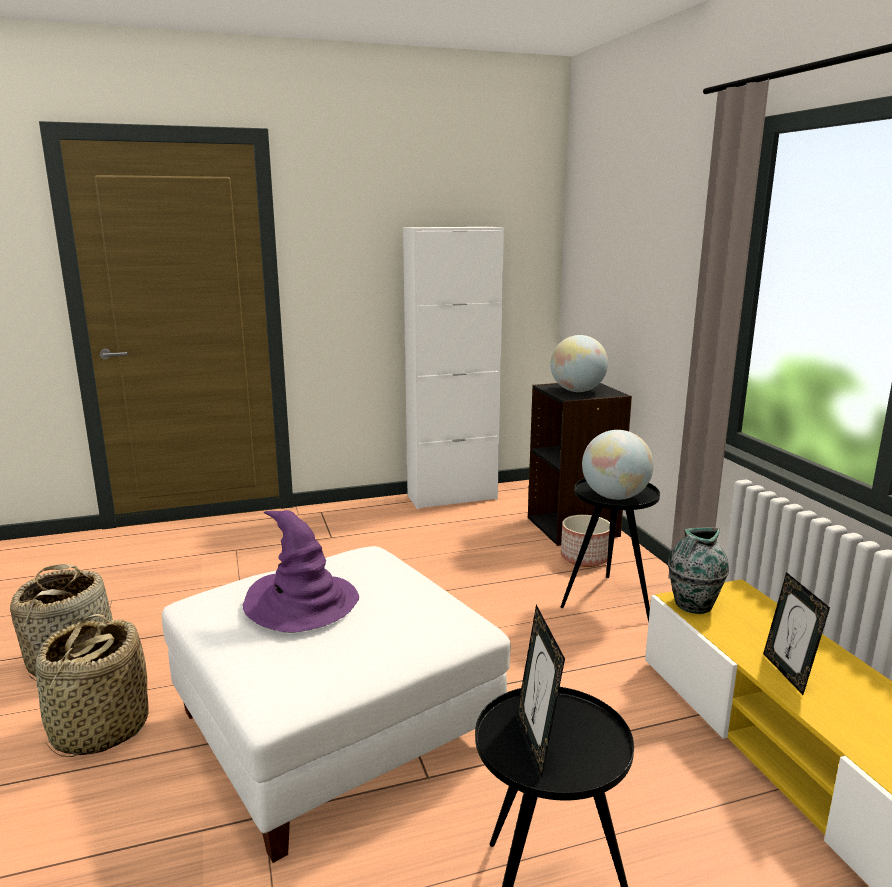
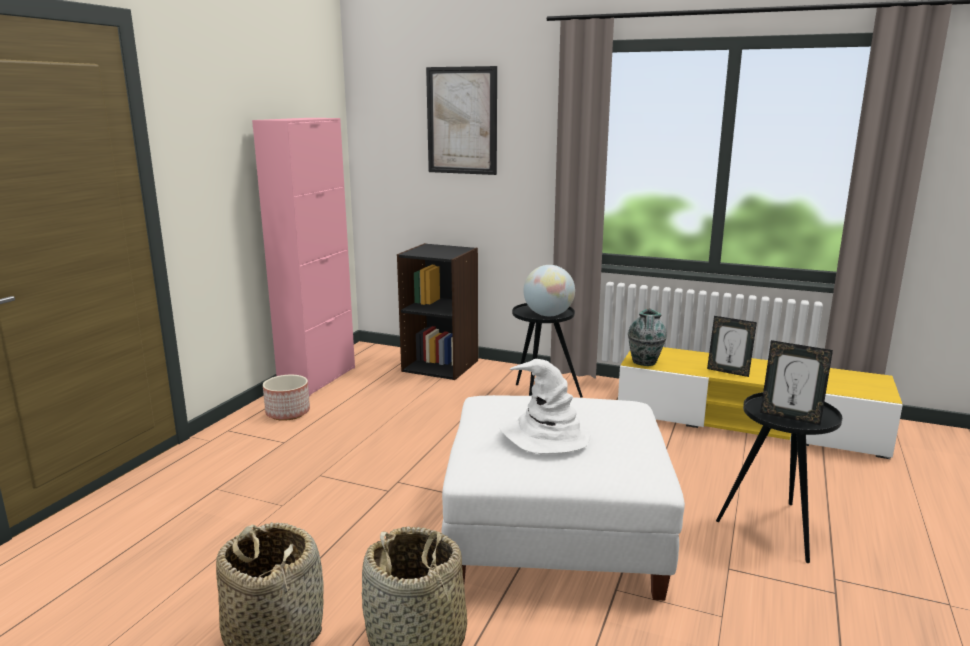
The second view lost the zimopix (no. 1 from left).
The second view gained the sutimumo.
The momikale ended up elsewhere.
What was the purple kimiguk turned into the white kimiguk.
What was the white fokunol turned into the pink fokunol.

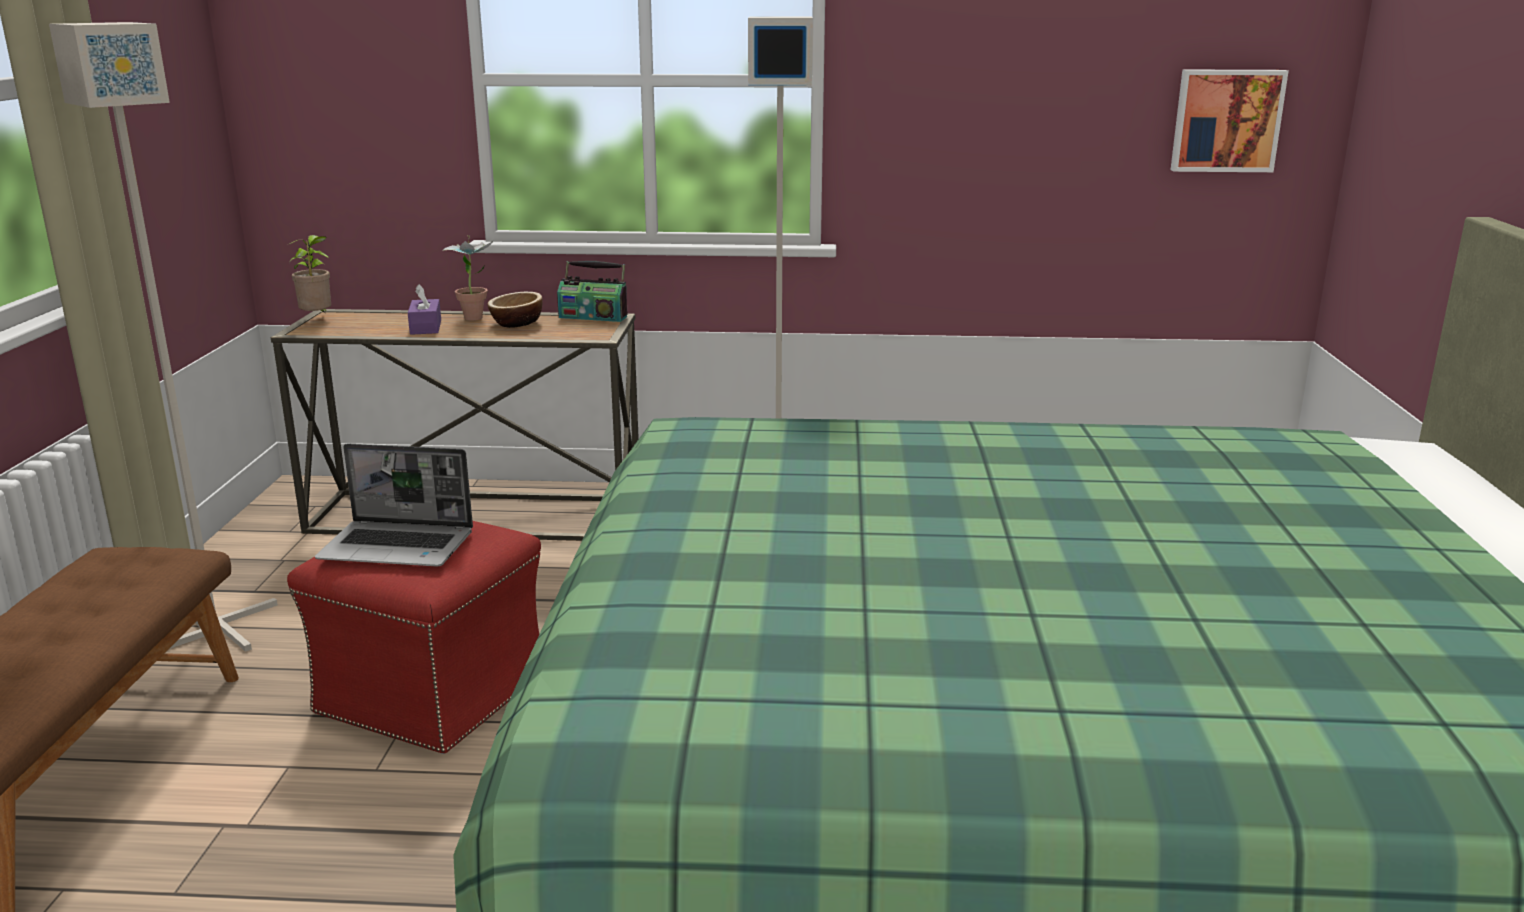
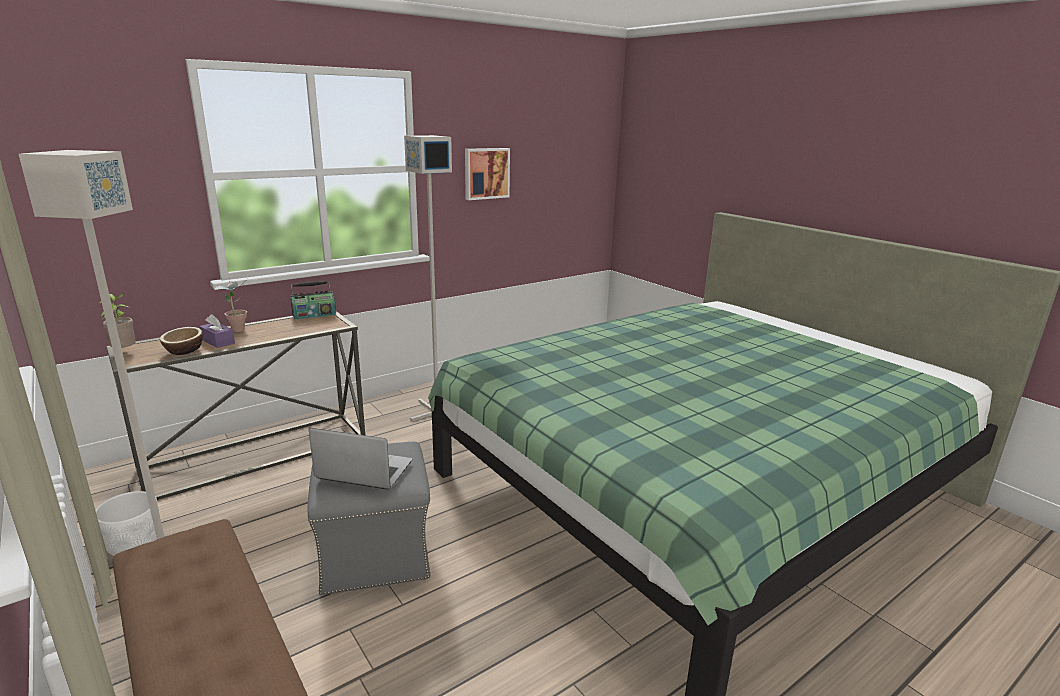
The second view gained the white momikale.
The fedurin ended up elsewhere.
The sutimumo ended up elsewhere.
What was the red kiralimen turned into the grey kiralimen.
The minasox ended up facing another way, 135 degrees counterclockwise from before.

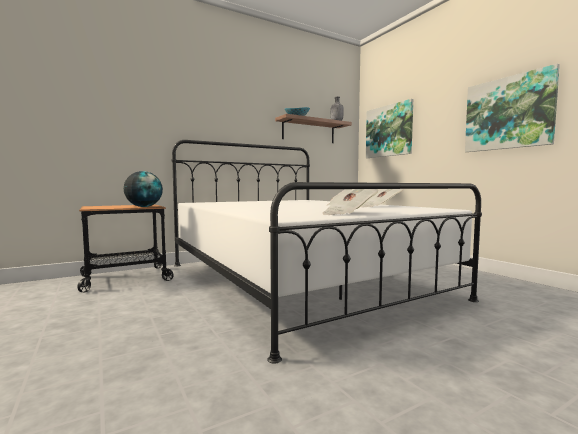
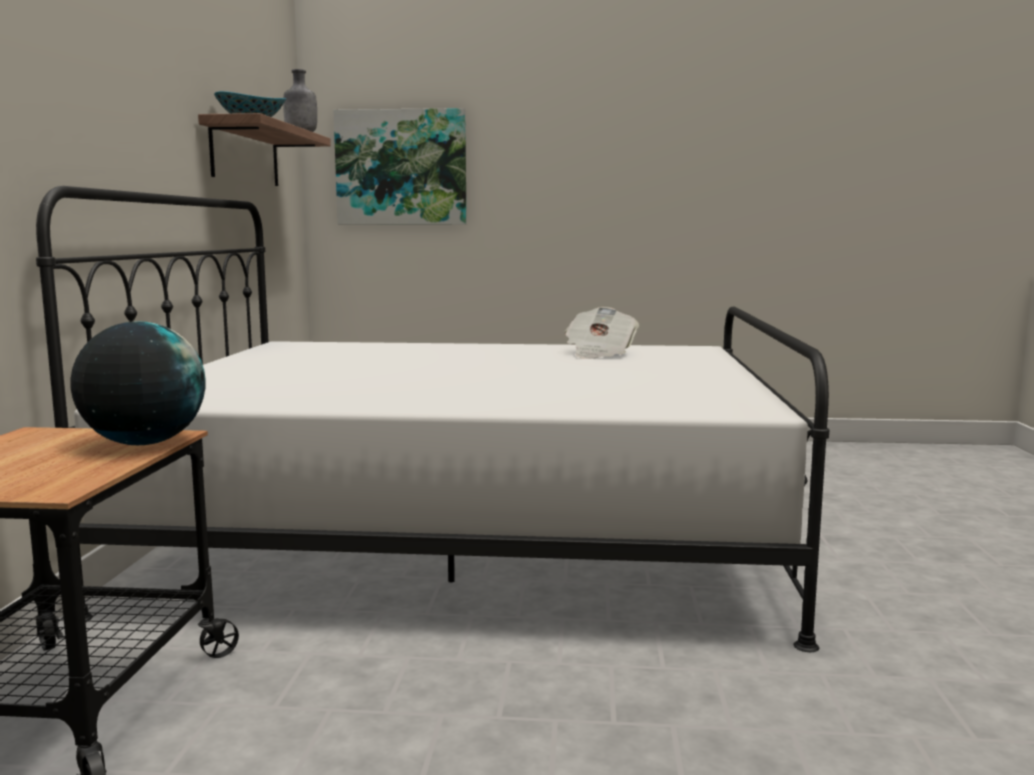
The second view lost the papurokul (no. 1 from left).
The second view lost the sutimumo (no. 2 from left).

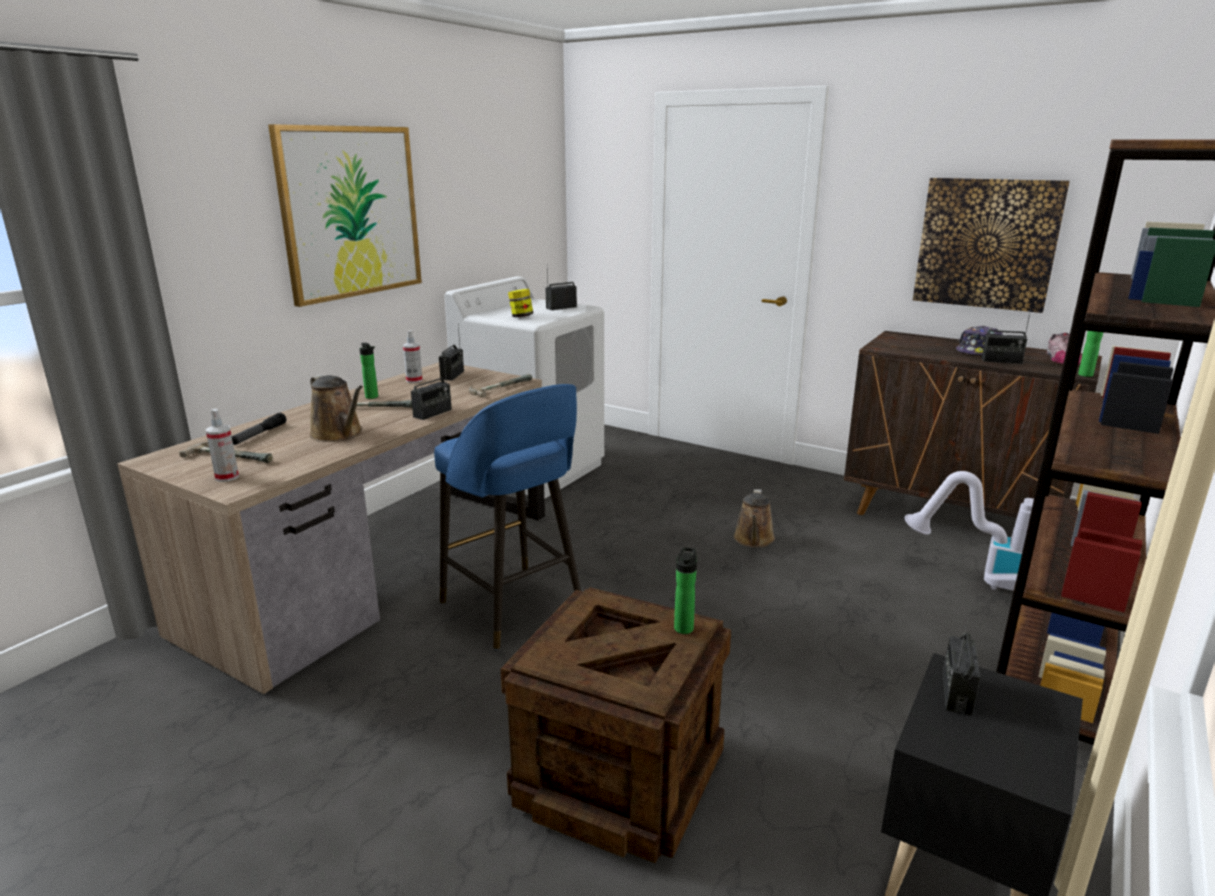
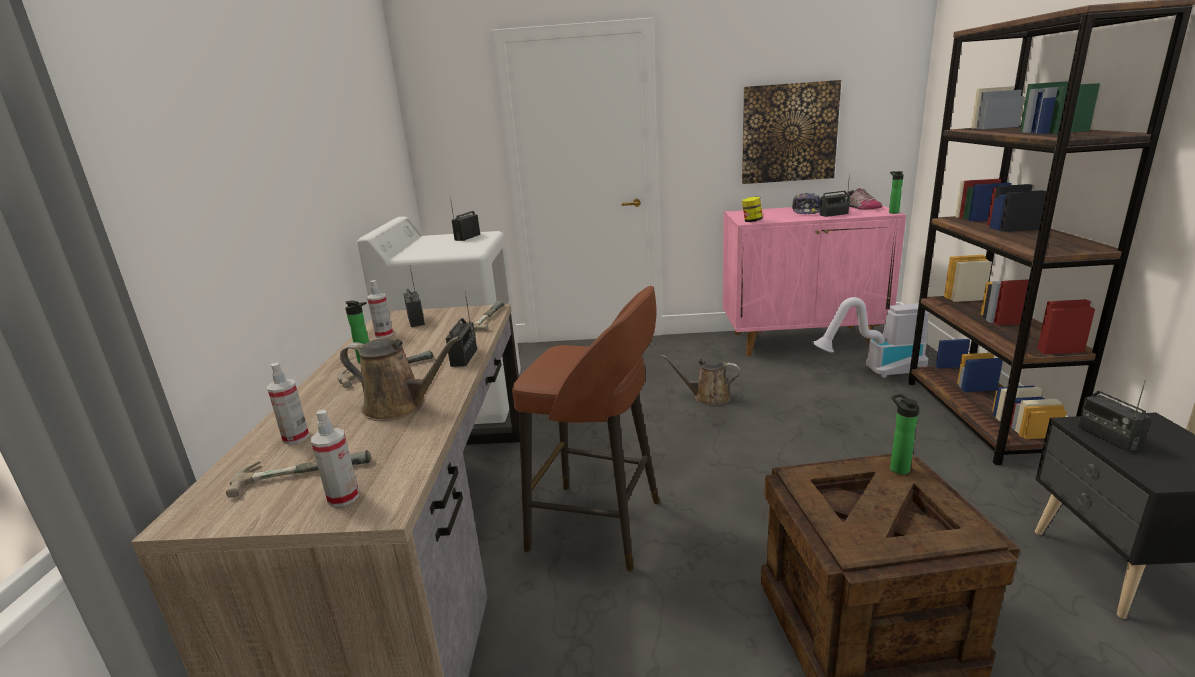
The second view lost the sutimumo (no. 1 from left).
The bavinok ended up elsewhere.
Where the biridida stood, the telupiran (no. 1 from left) came to stand.
What was the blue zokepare turned into the brown zokepare.
What was the brown fokunol turned into the pink fokunol.
The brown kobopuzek (no. 2 from left) ended up facing another way, 120 degrees clockwise from before.

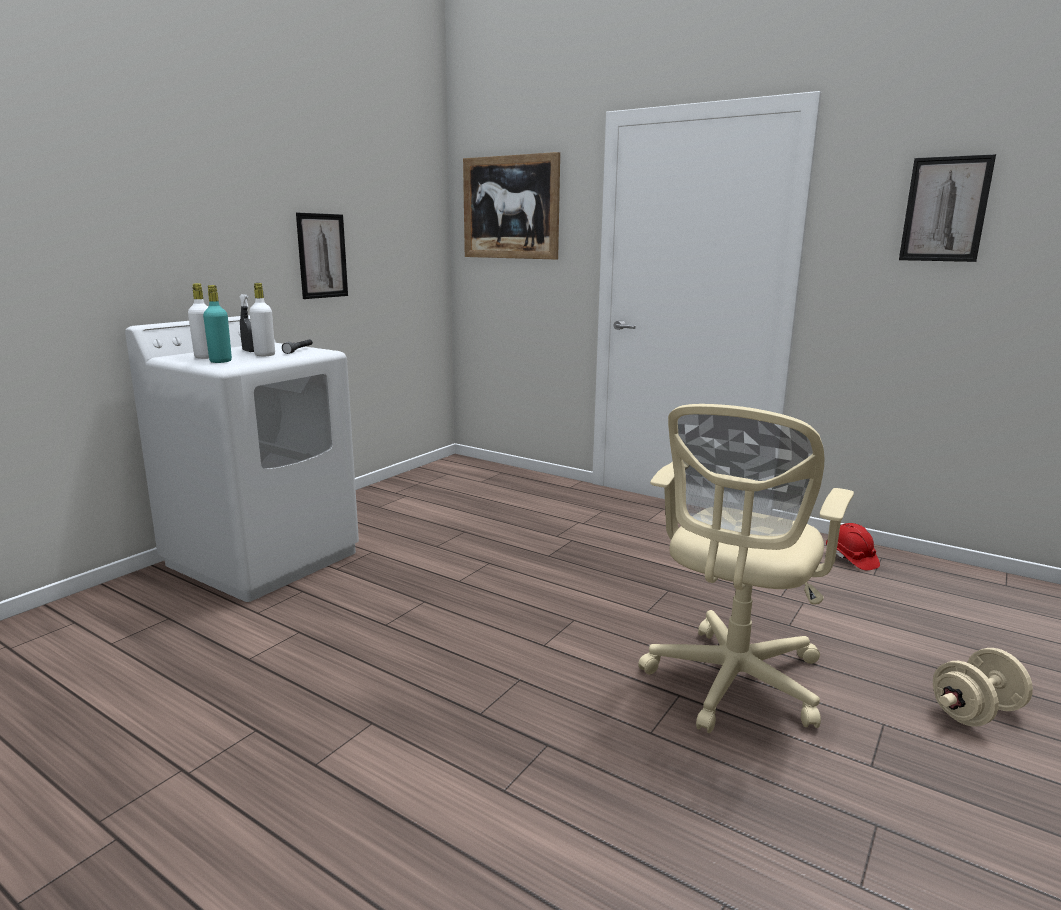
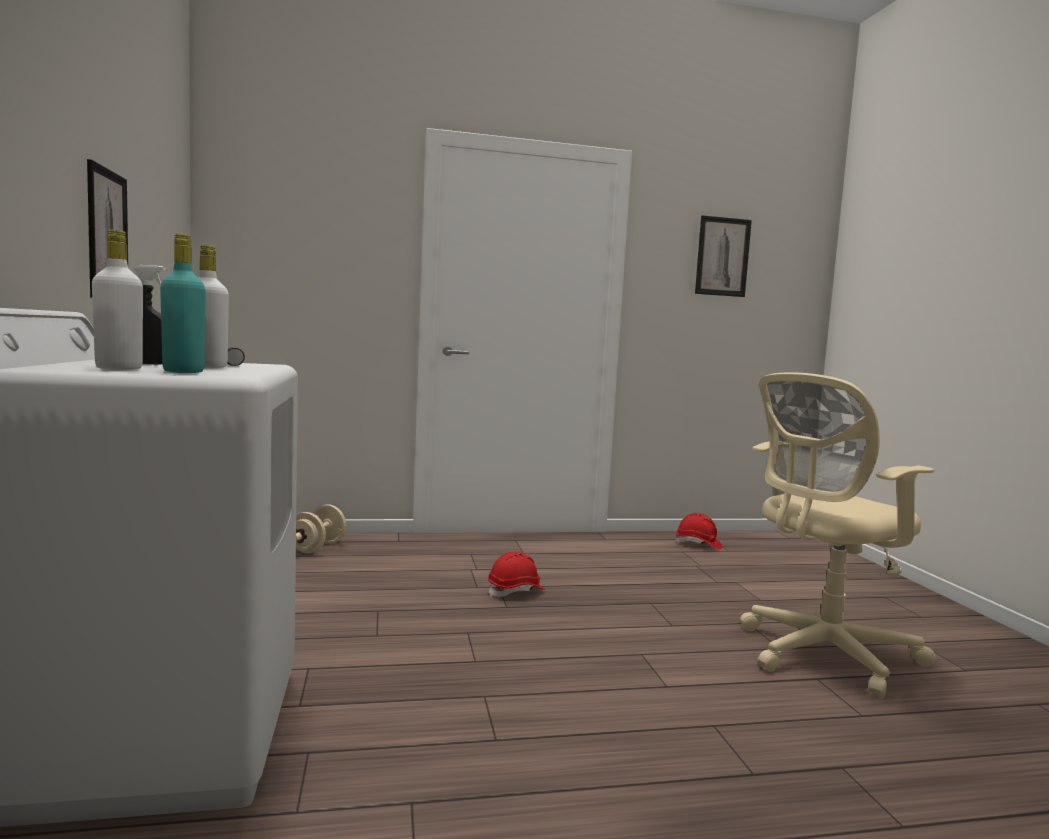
The second view lost the sutimumo (no. 2 from left).
The second view gained the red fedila (no. 1 from left).
The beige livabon ended up elsewhere.
The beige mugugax ended up facing another way, 75 degrees clockwise from before.

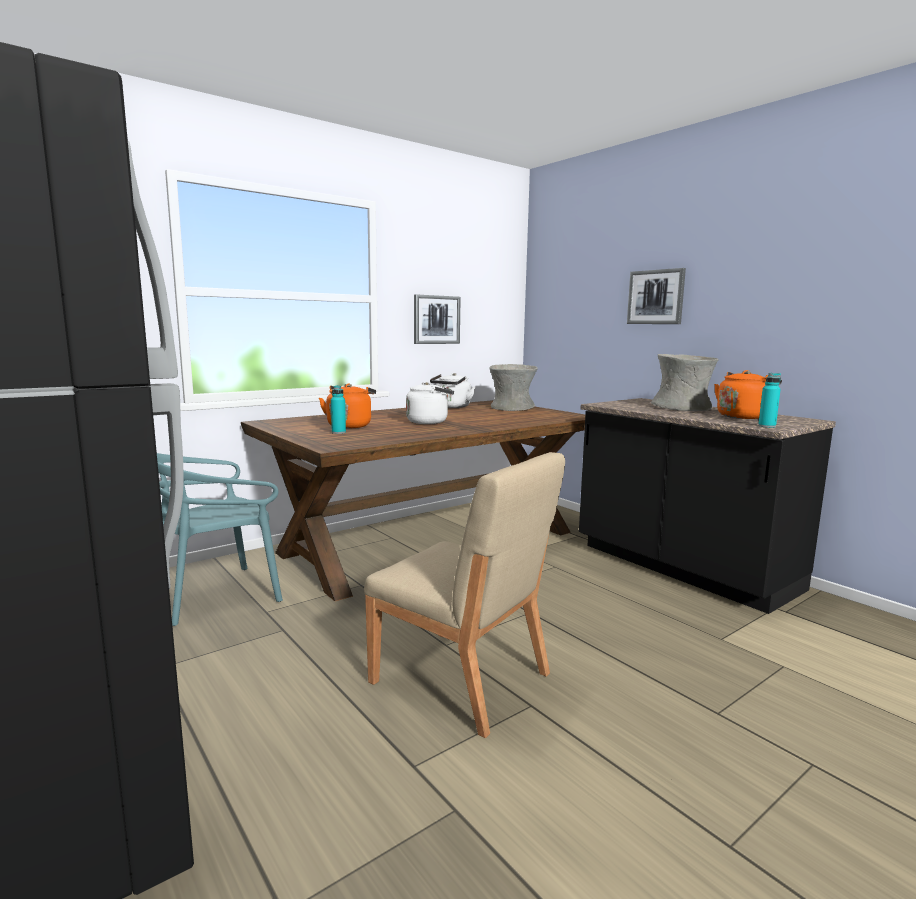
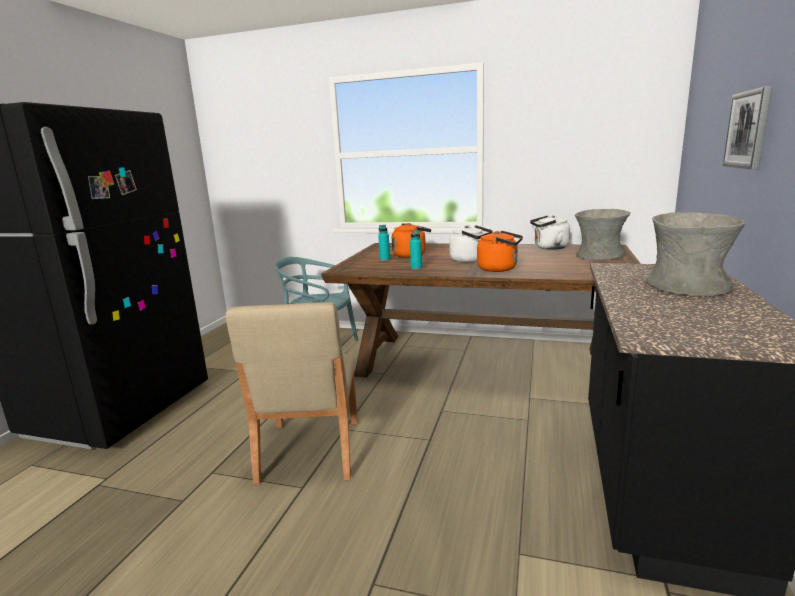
The second view lost the sutimumo (no. 1 from left).
The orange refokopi (no. 2 from left) ended up elsewhere.
The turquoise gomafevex (no. 2 from left) ended up elsewhere.

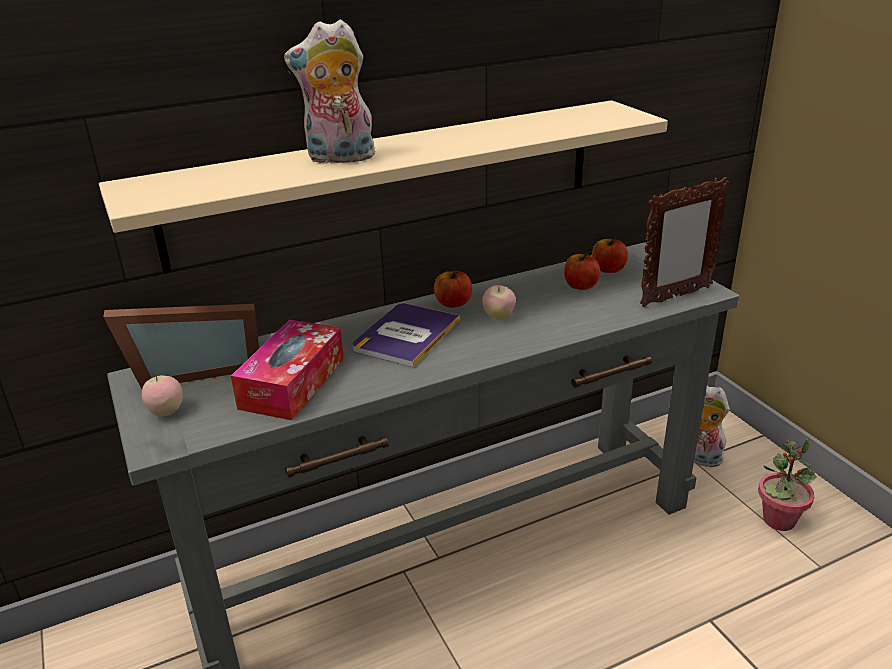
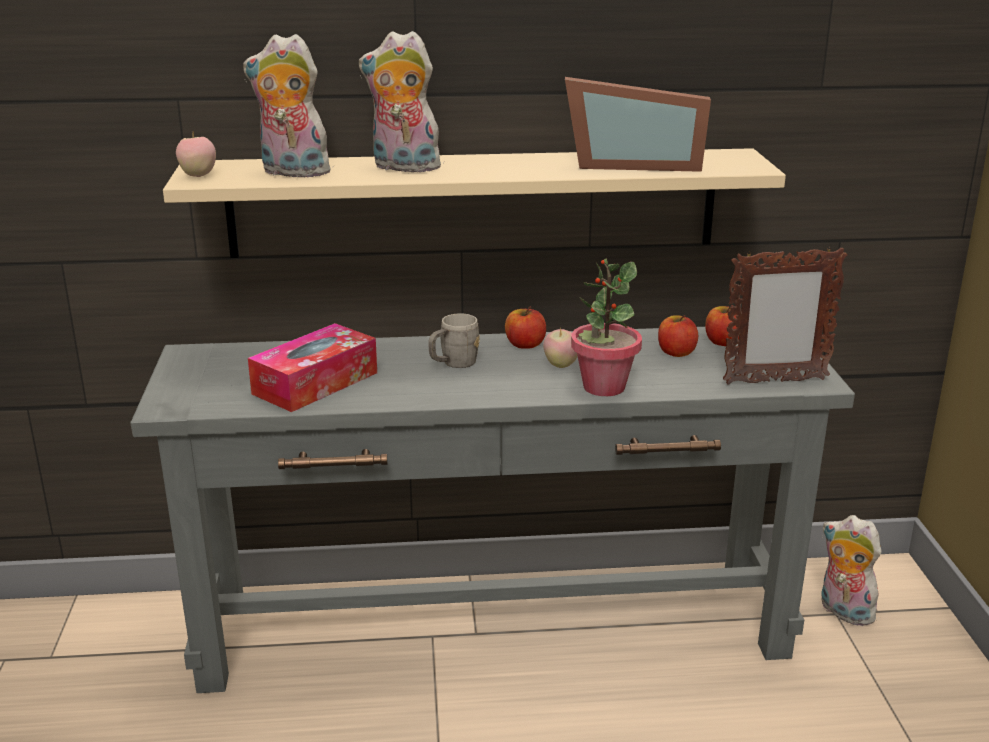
The second view gained the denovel (no. 1 from left).
The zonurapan (no. 1 from left) ended up elsewhere.
The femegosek (no. 1 from left) ended up elsewhere.
The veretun ended up elsewhere.
Where the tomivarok stood, the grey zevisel came to stand.

